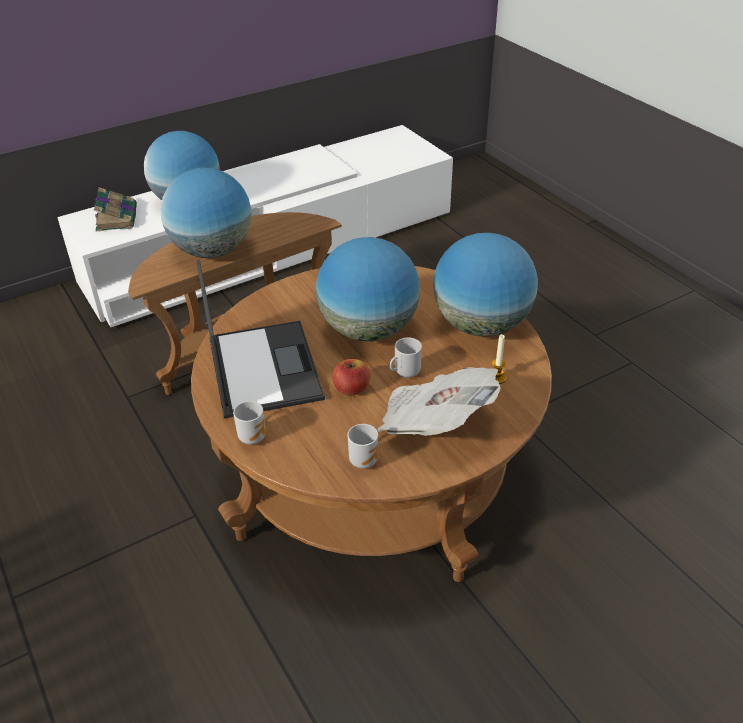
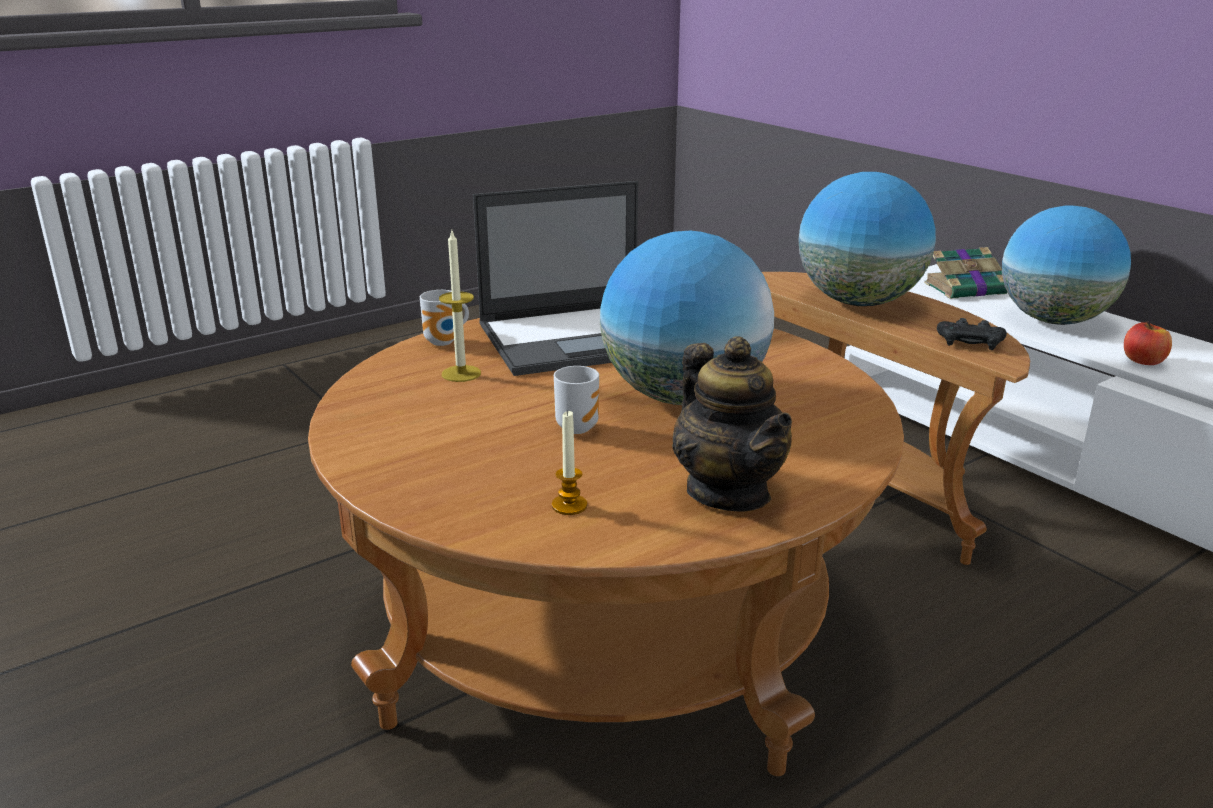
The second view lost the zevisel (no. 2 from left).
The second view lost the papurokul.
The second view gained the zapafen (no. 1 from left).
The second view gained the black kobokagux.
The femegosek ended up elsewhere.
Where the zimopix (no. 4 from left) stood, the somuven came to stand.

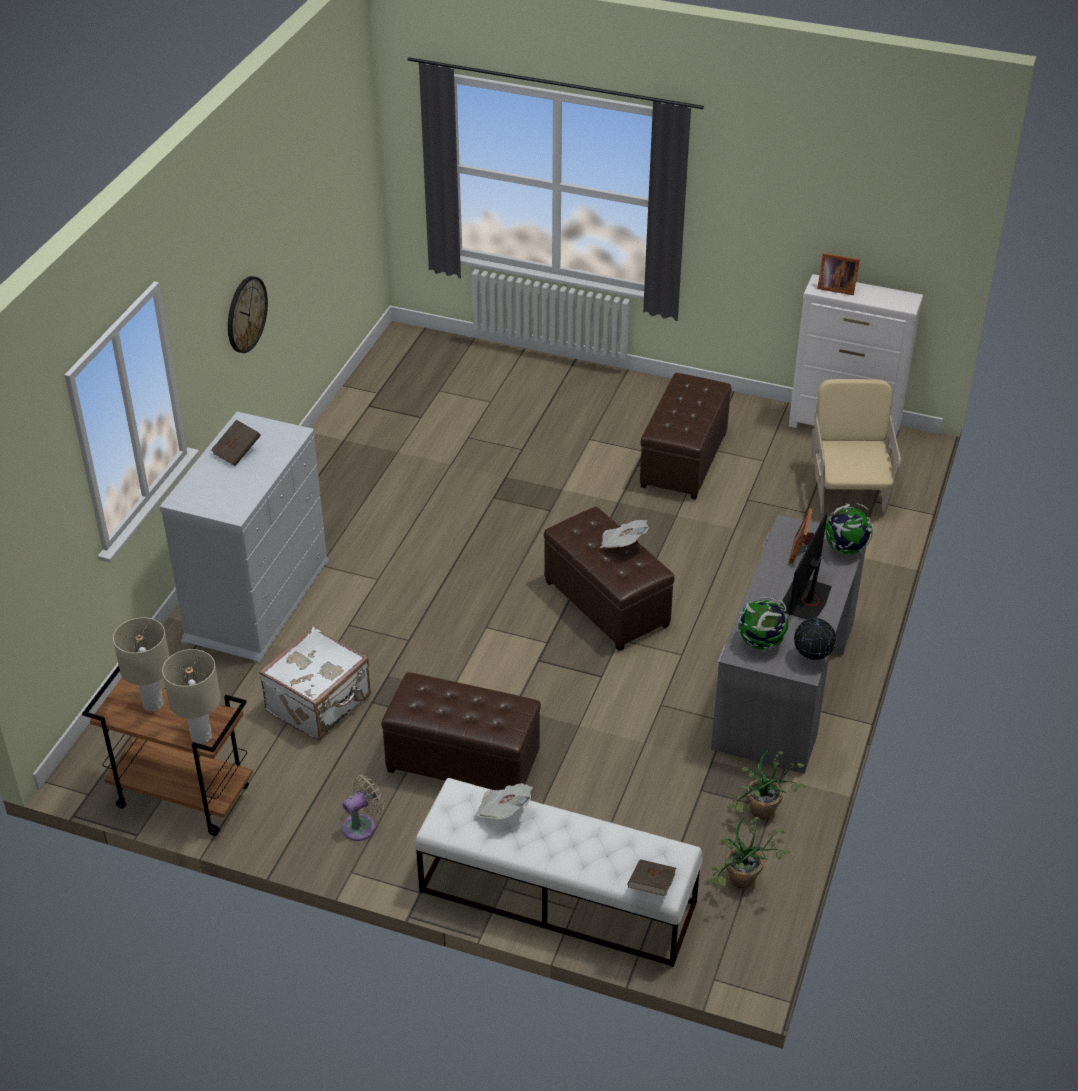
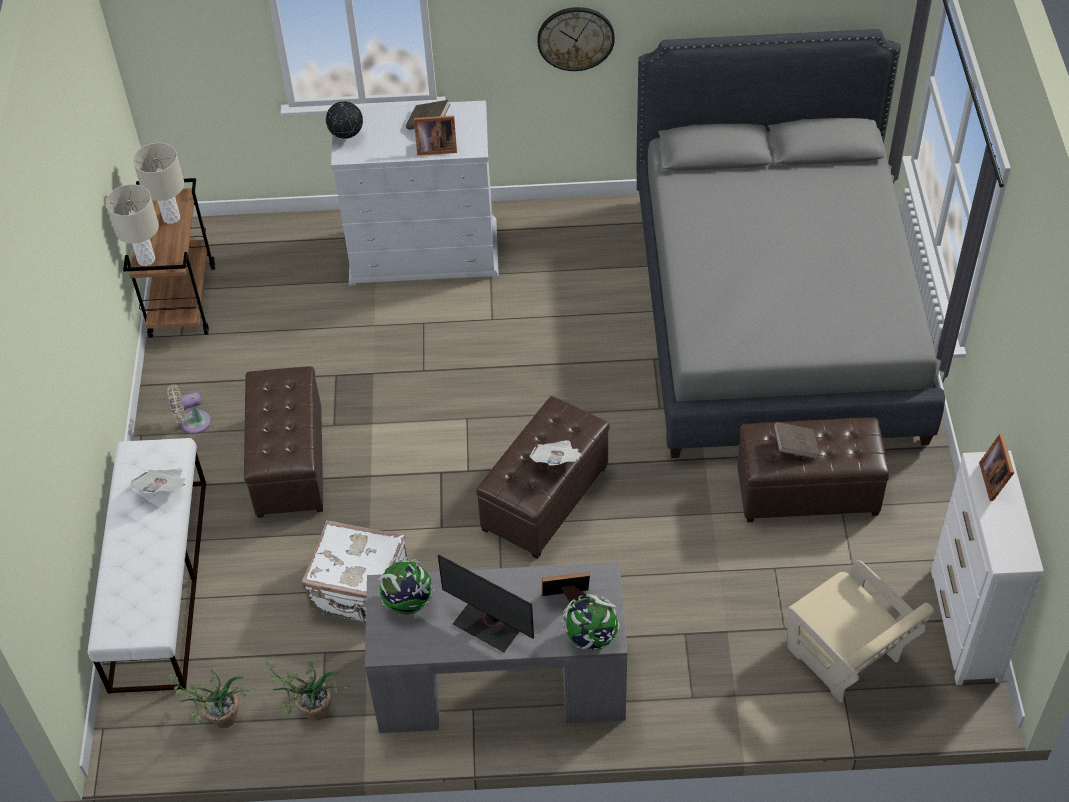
The second view gained the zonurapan (no. 1 from left).
The second view gained the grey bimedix.
The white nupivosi ended up elsewhere.
The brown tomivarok (no. 2 from left) ended up elsewhere.
The zimopix (no. 2 from left in the first image) ended up elsewhere.
The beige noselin ended up facing another way, 135 degrees clockwise from before.
The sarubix ended up facing another way, 150 degrees counterclockwise from before.
The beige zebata ended up facing another way, 75 degrees clockwise from before.

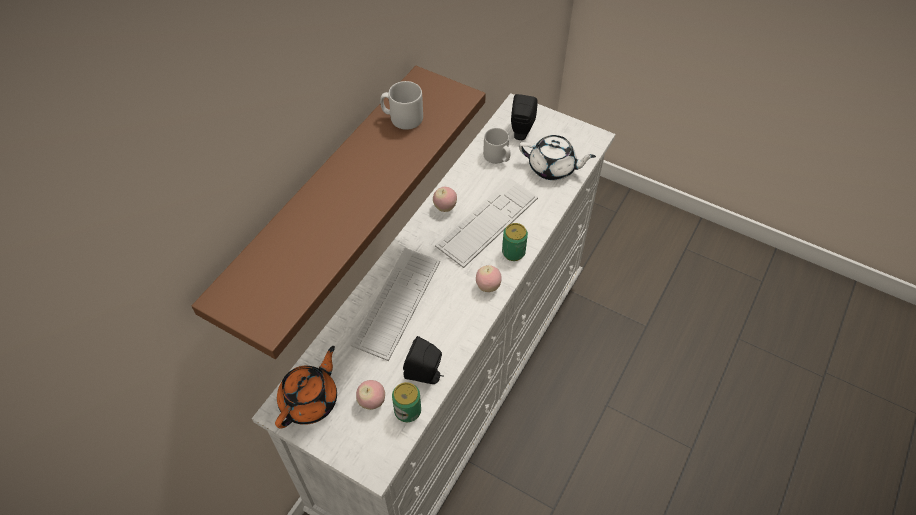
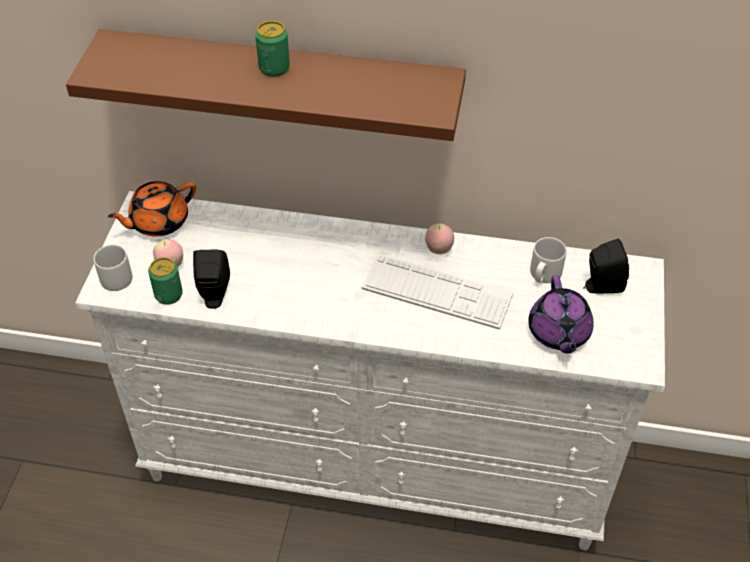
The second view lost the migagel (no. 1 from left).
The second view lost the femegosek (no. 3 from left).
The grey zevisel (no. 1 from left) ended up elsewhere.
The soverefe (no. 2 from left) ended up elsewhere.
What was the white somuven turned into the purple somuven.
The orange somuven ended up facing another way, 135 degrees clockwise from before.

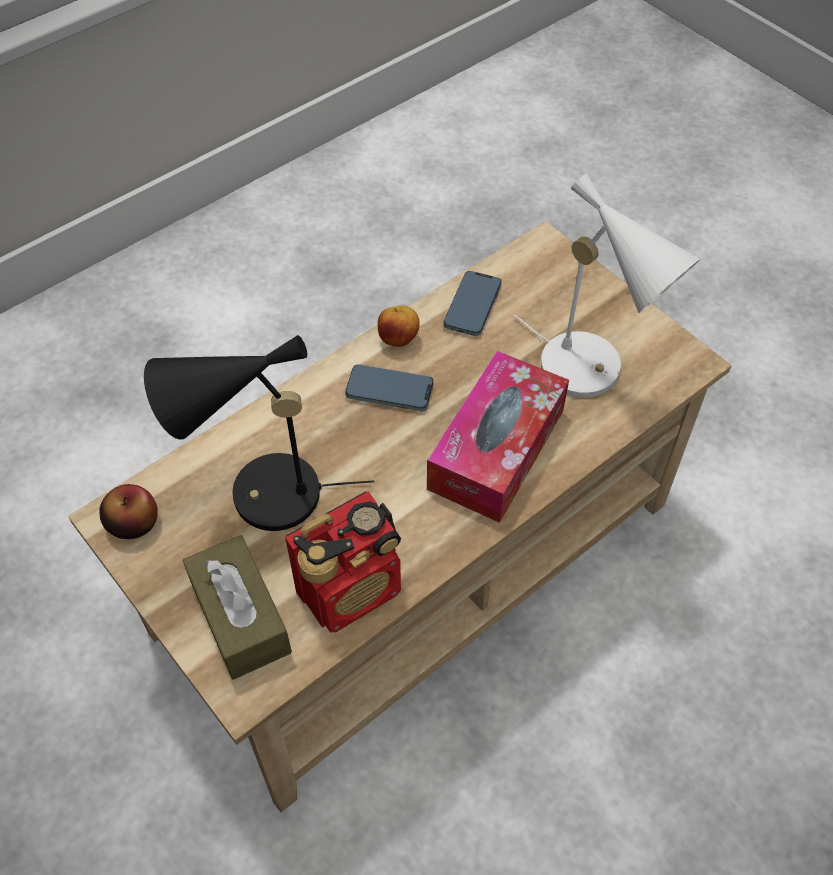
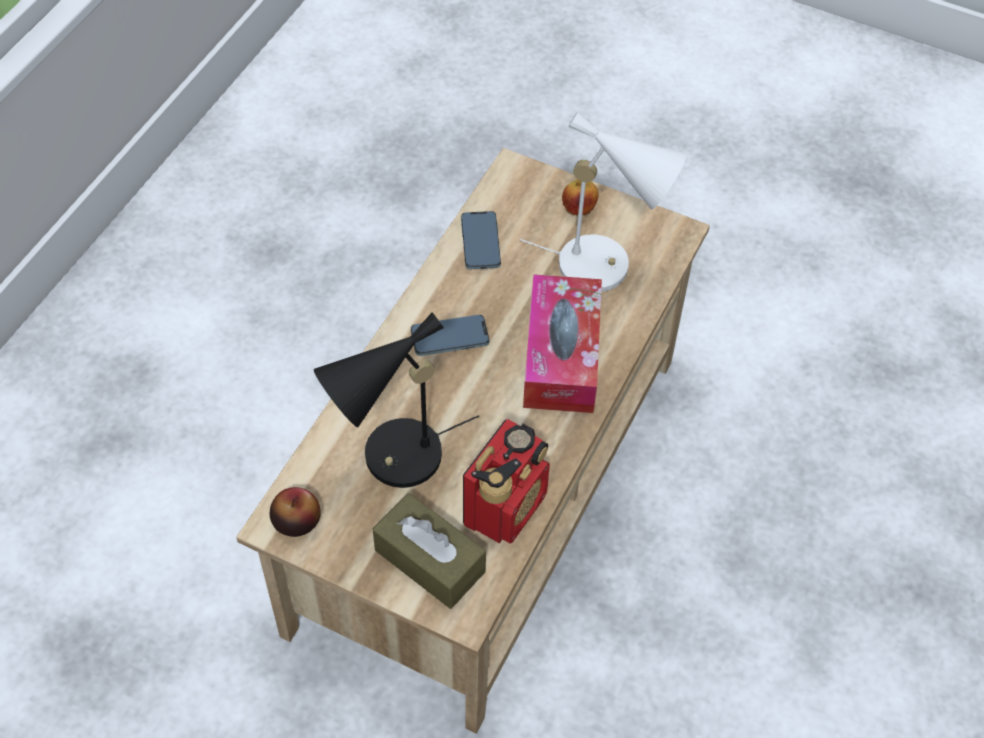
The femegosek (no. 2 from left) ended up elsewhere.

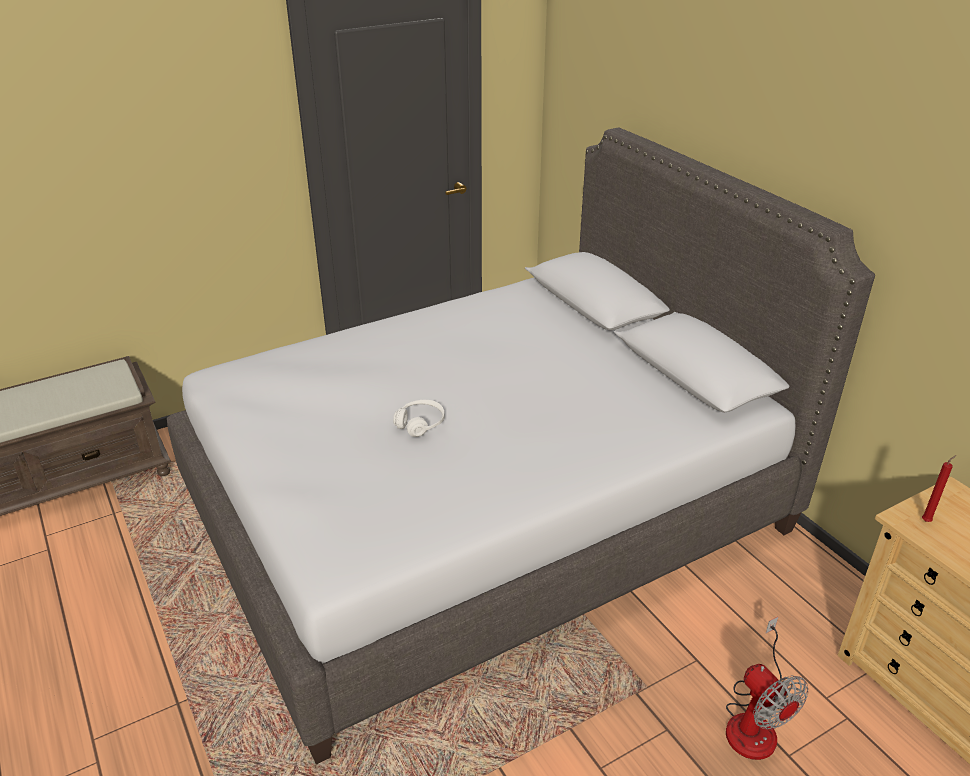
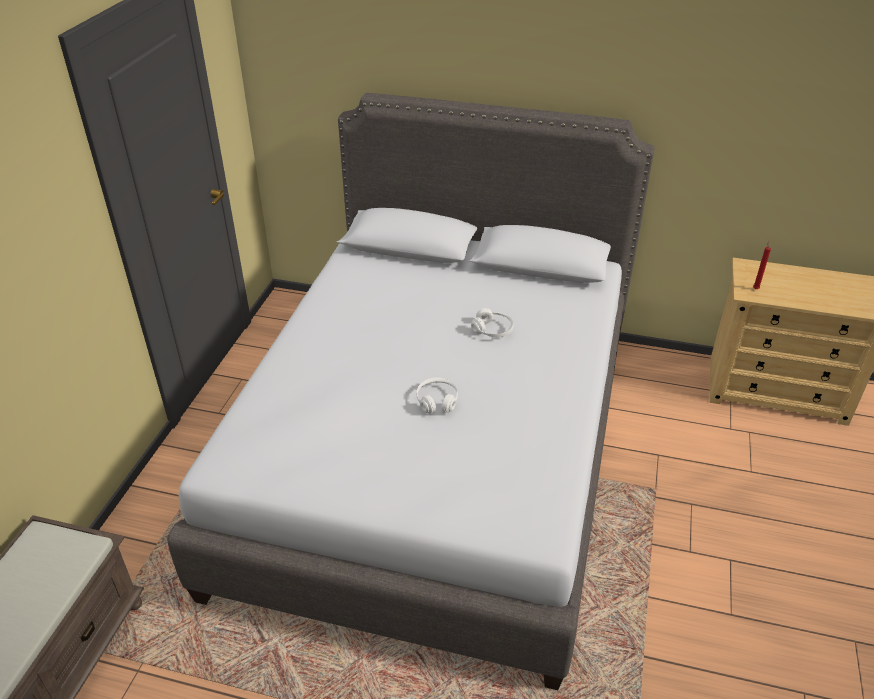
The second view lost the noselin.
The second view gained the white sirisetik (no. 2 from left).

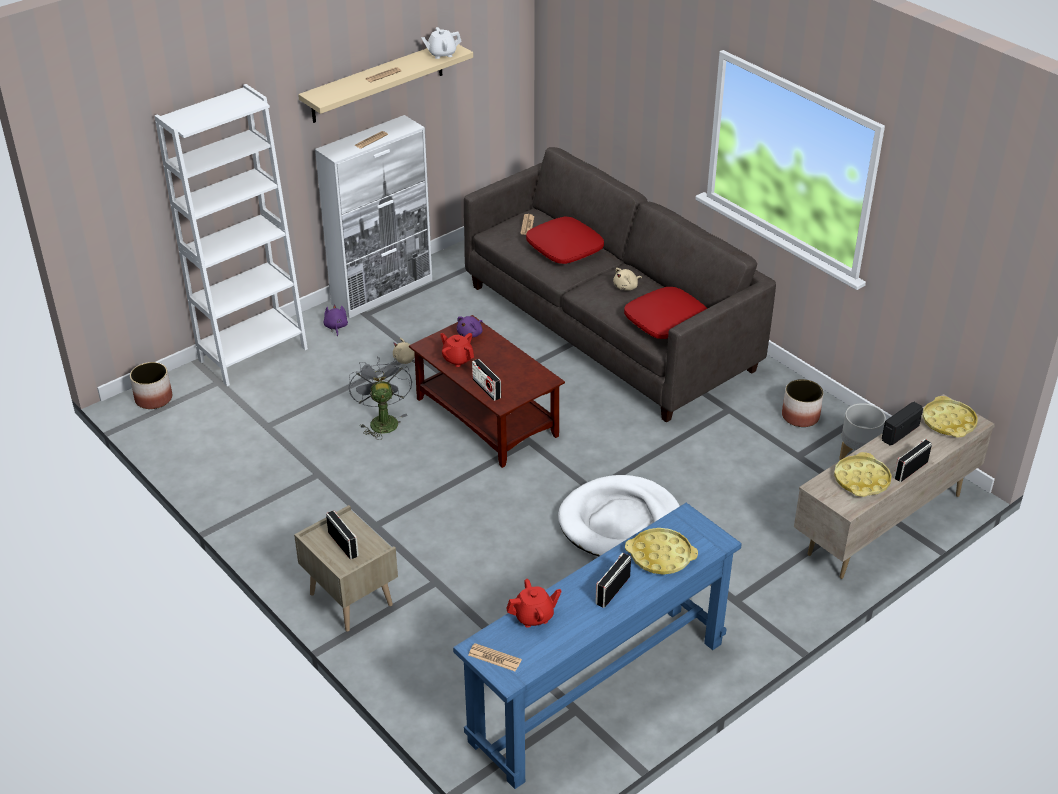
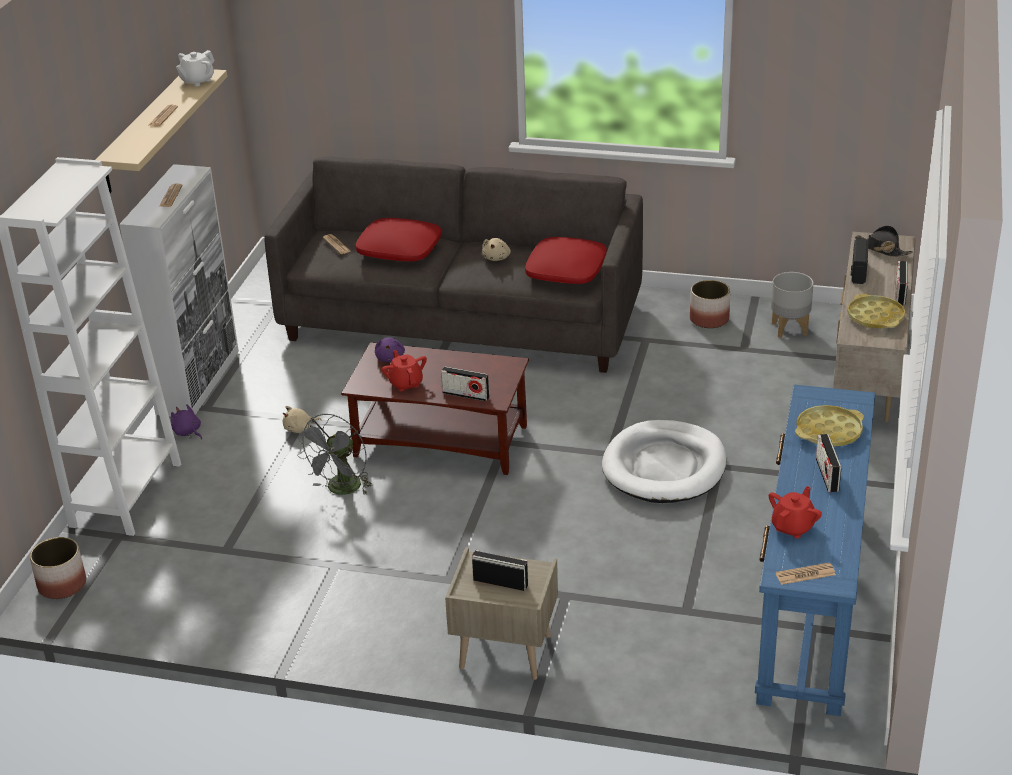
Where the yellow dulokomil (no. 3 from left) stood, the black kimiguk came to stand.
The grey noselin ended up facing another way, 105 degrees counterclockwise from before.
The red somuven (no. 1 from left) ended up facing another way, 60 degrees clockwise from before.

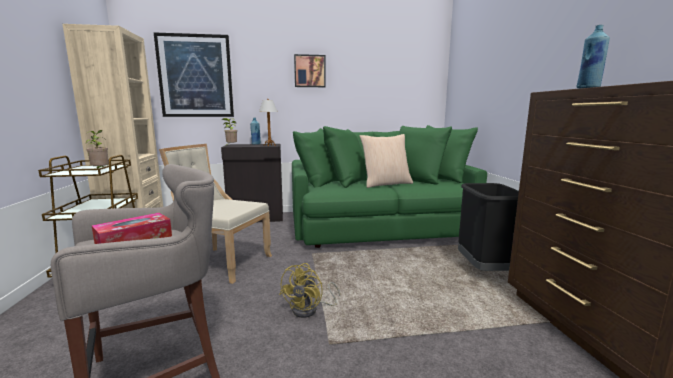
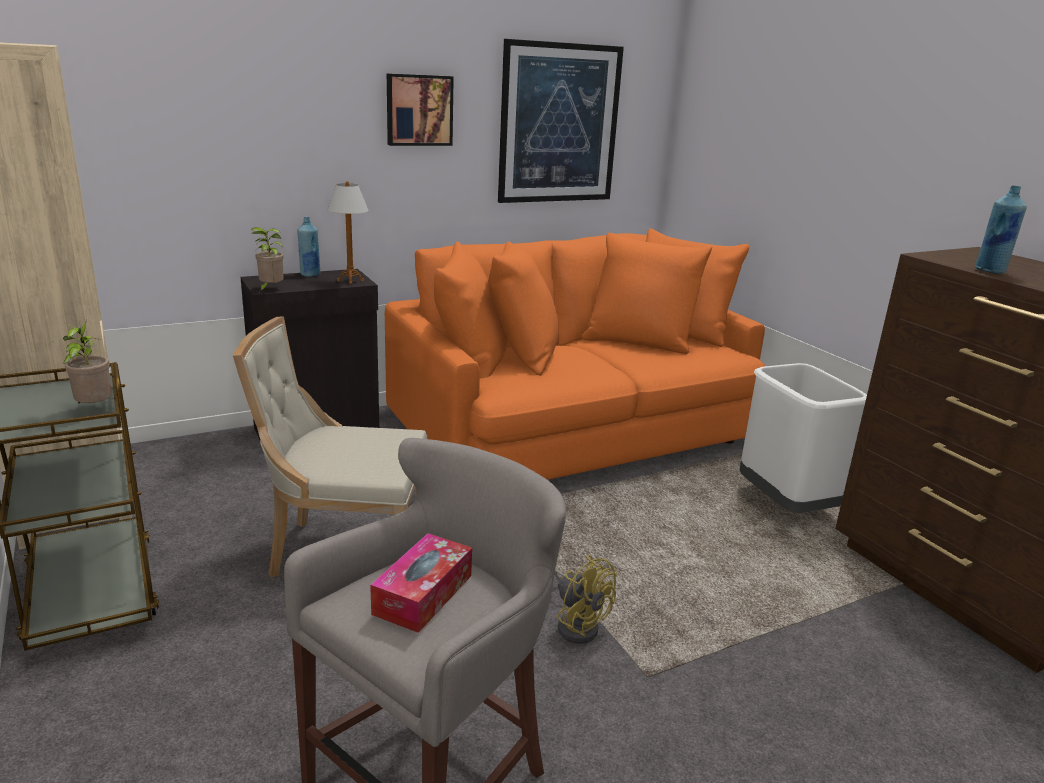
The second view lost the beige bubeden.
The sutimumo (no. 1 from left in the first image) ended up elsewhere.
What was the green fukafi turned into the orange fukafi.
What was the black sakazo turned into the white sakazo.
The yellow noselin ended up facing another way, 45 degrees counterclockwise from before.

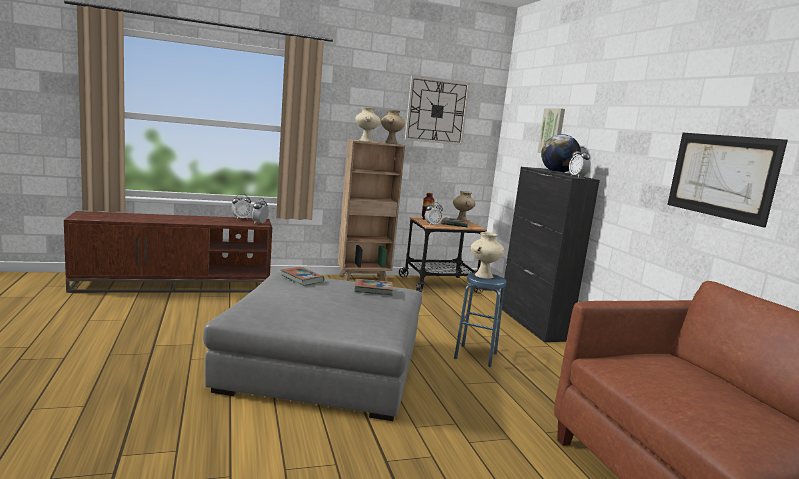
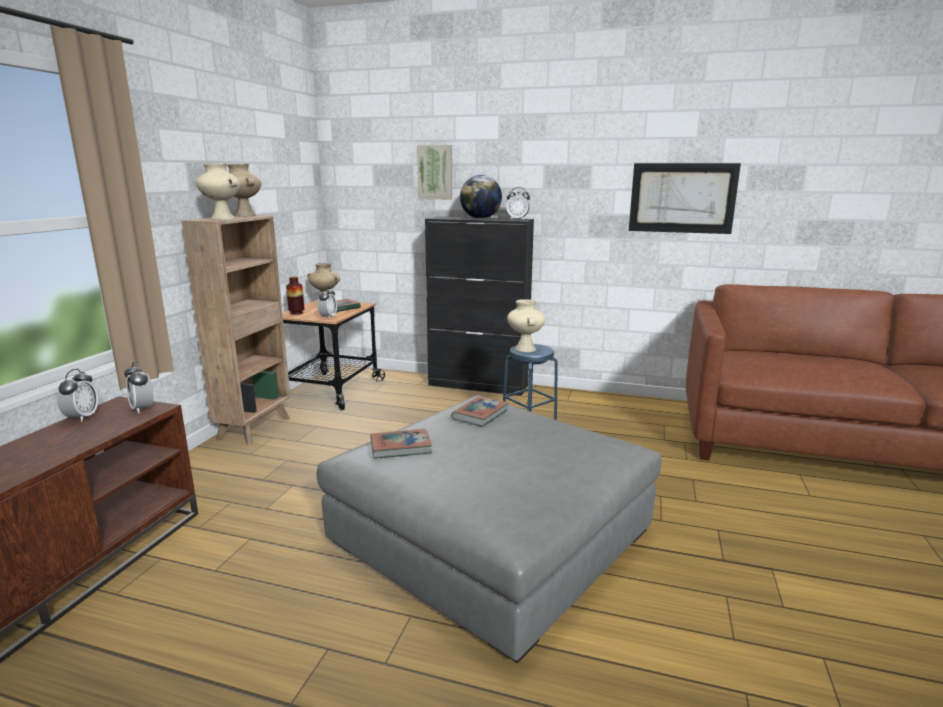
The second view lost the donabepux.

